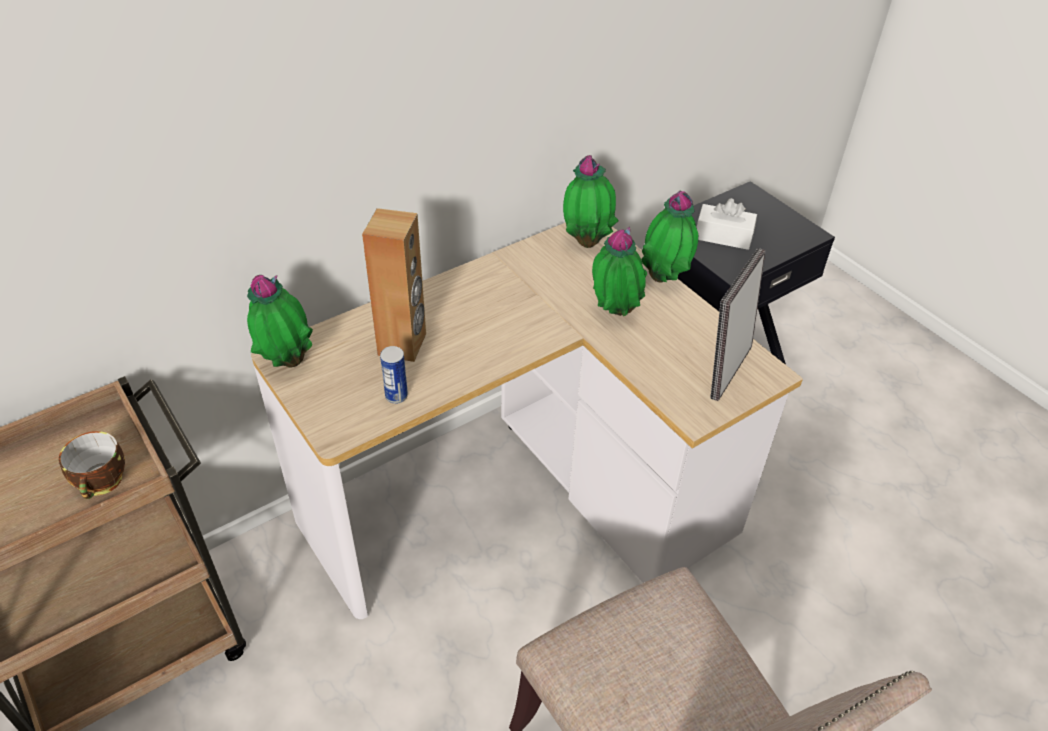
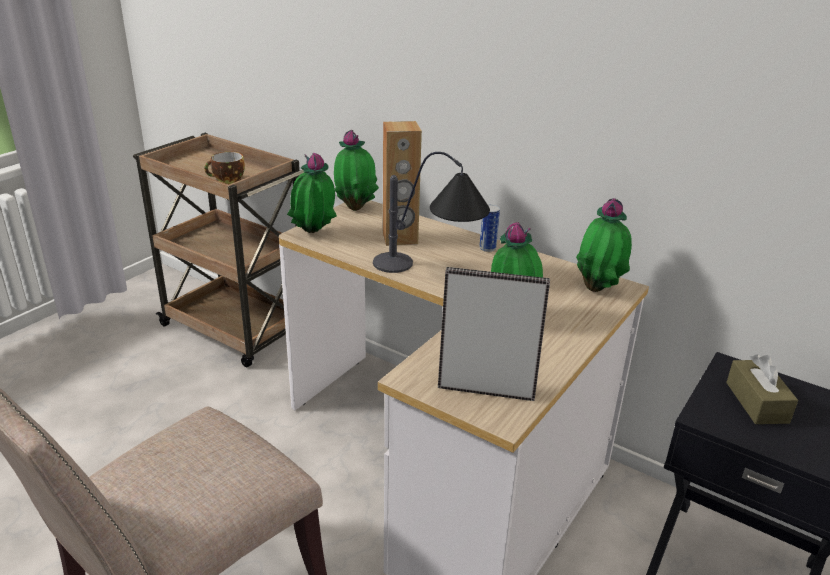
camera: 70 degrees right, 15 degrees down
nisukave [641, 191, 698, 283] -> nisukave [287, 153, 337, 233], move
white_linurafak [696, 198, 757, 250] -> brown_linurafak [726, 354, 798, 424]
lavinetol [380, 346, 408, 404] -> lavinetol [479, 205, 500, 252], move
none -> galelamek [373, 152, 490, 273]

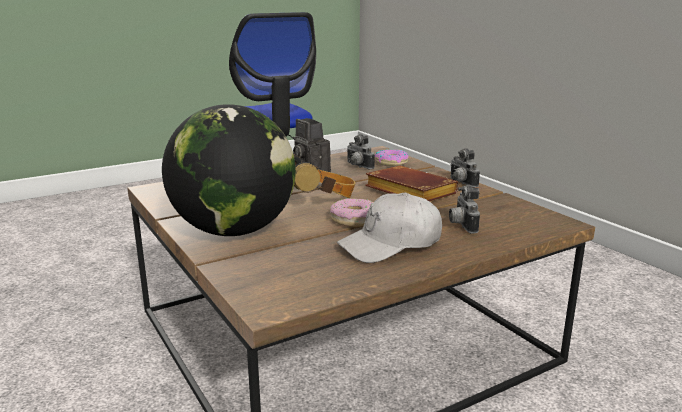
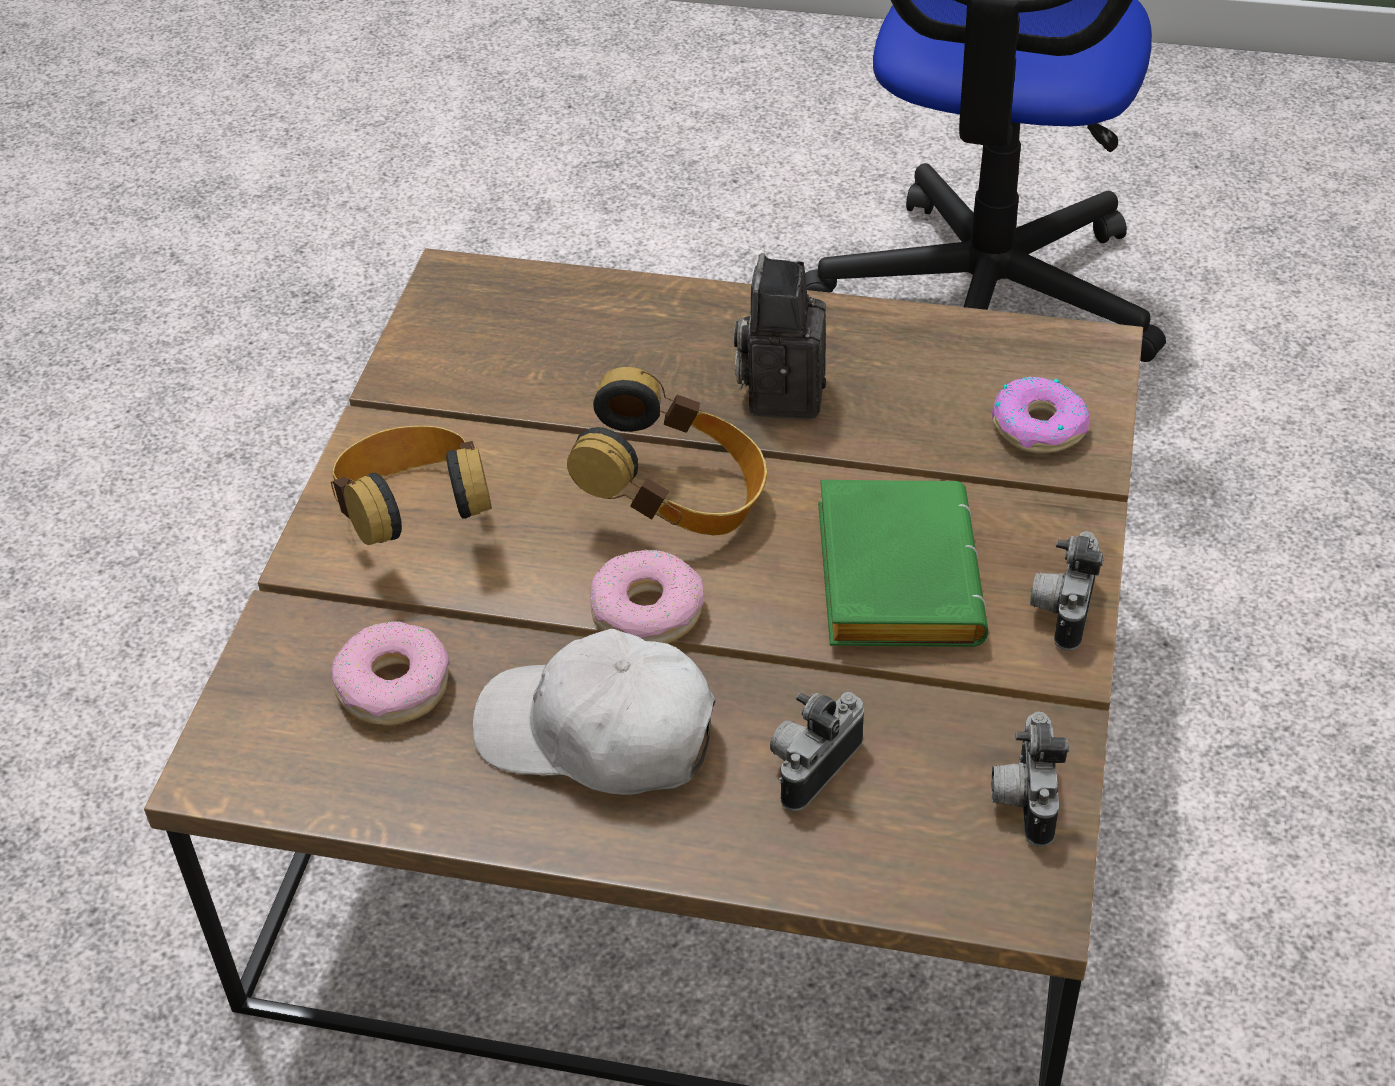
camera: 45 degrees right, 25 degrees up
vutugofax [162, 104, 296, 236] -> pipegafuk [331, 426, 492, 545]
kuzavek [347, 134, 375, 169] -> kuzavek [991, 712, 1069, 847], move
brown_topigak [365, 166, 459, 201] -> green_topigak [818, 480, 988, 647]
none -> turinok [332, 621, 450, 726]

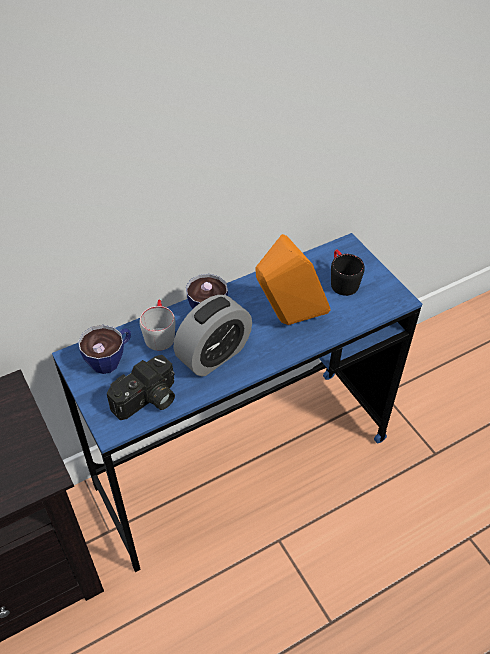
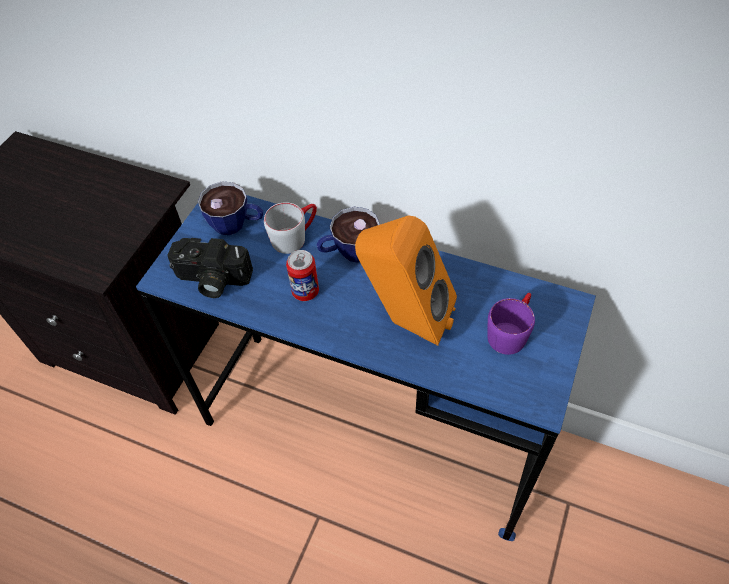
camera: 55 degrees right, 5 degrees up
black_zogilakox [331, 250, 365, 296] -> purple_zogilakox [487, 293, 535, 355]
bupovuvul [173, 295, 252, 376] -> lavinetol [286, 250, 319, 301]

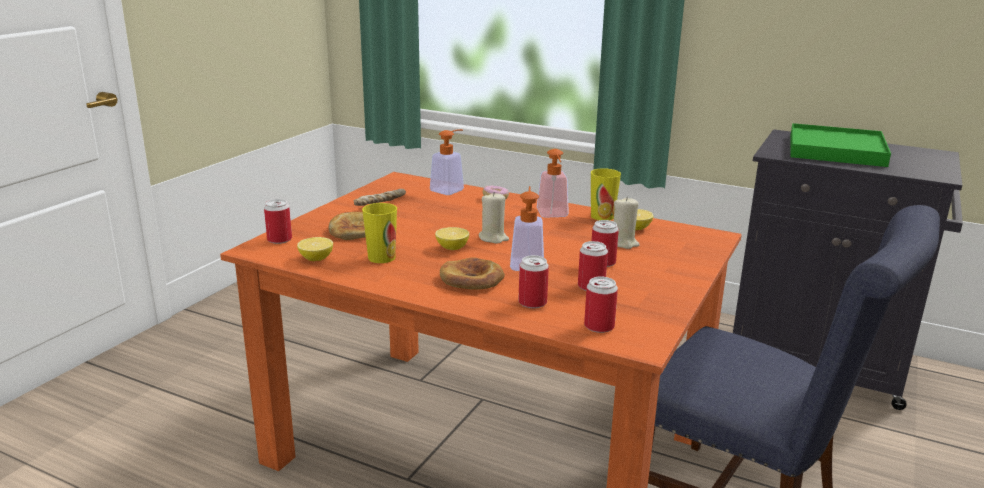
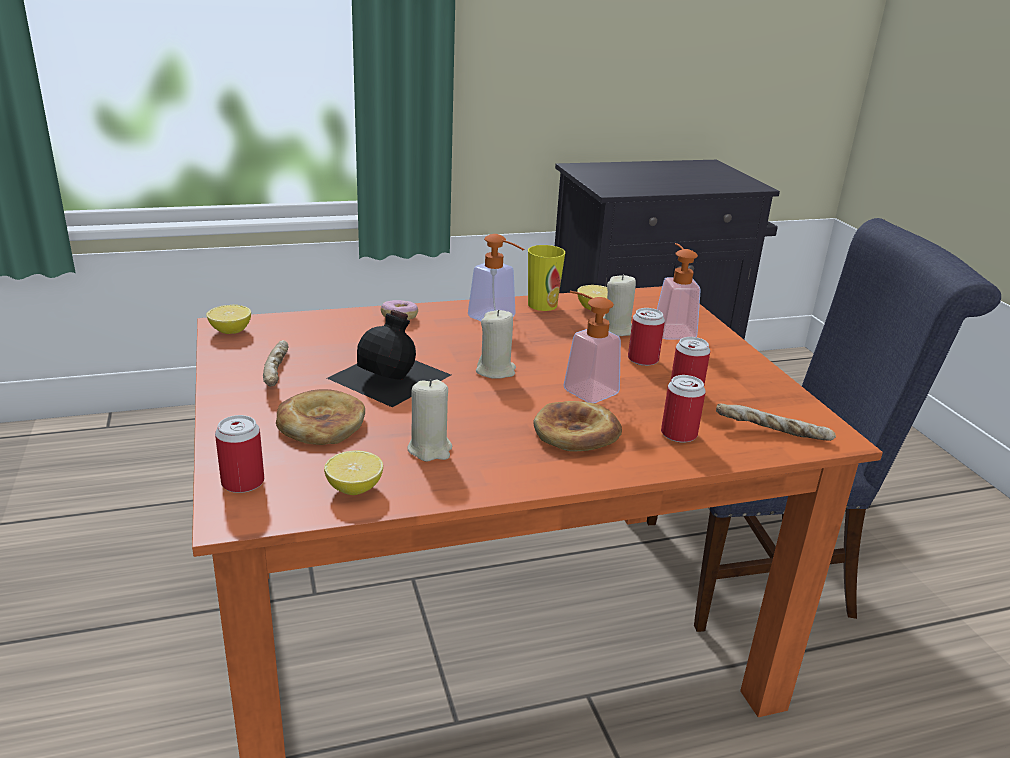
camera: 45 degrees left, 5 degrees up
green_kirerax [790, 123, 891, 167] -> none
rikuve [430, 129, 464, 195] -> rikuve [657, 243, 701, 340], move
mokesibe [362, 203, 397, 263] -> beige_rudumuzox [407, 379, 452, 461]
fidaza [435, 227, 469, 250] -> fidaza [206, 305, 251, 334], move
lavinetol [584, 276, 618, 333] -> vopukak [716, 404, 836, 441]
none -> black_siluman [327, 310, 451, 407]

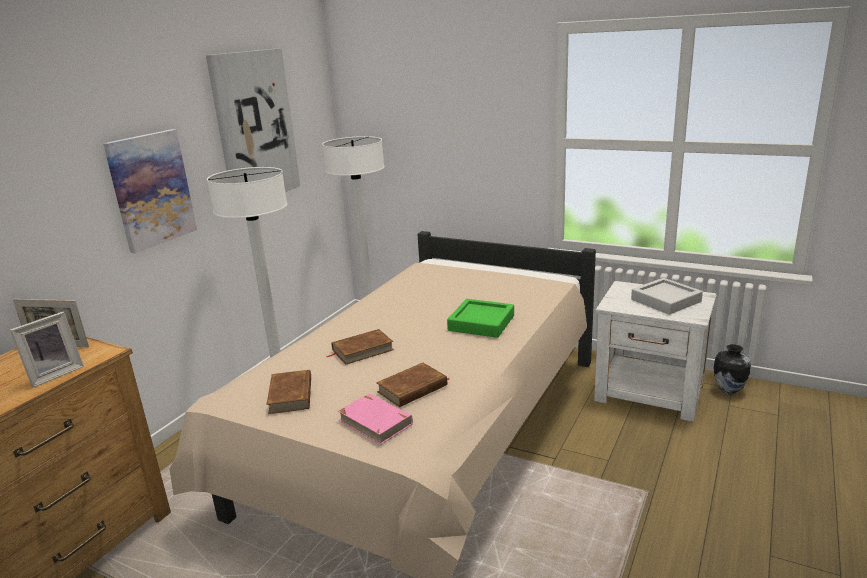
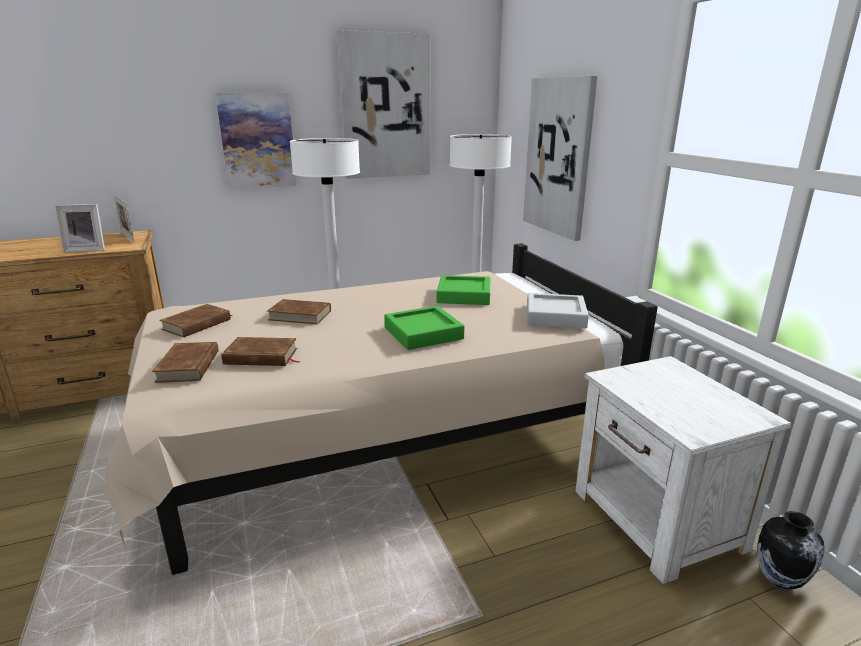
camera: 40 degrees right, 0 degrees up
grey_kirerax [631, 278, 703, 314] -> grey_kirerax [527, 293, 589, 329], move
pink_topigak [338, 393, 413, 445] -> brown_topigak [152, 342, 219, 383]
none -> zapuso [523, 76, 597, 241]
none -> green_kirerax [437, 275, 490, 305]

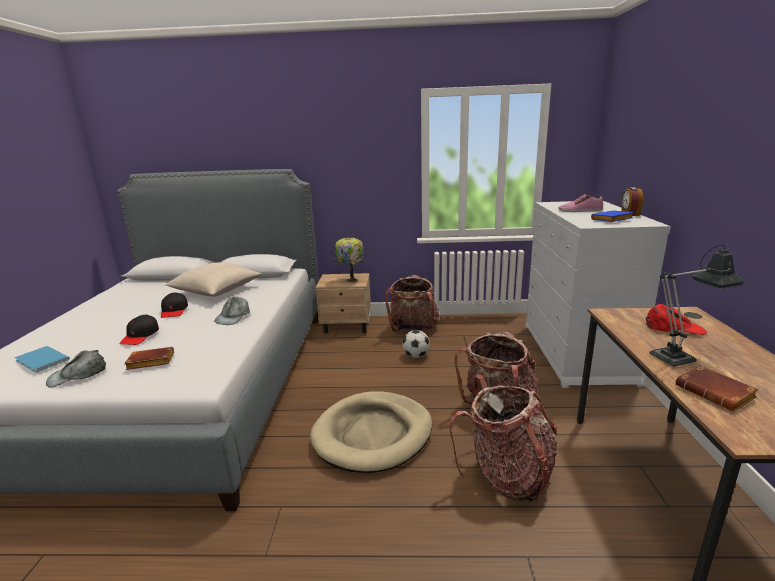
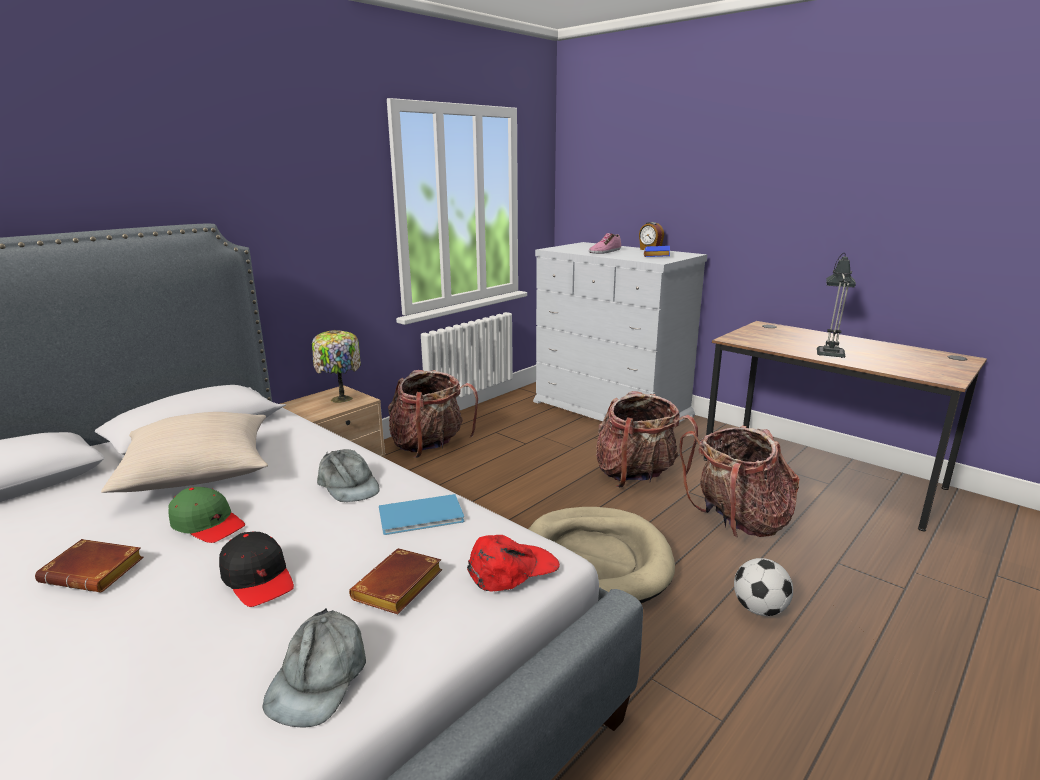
camera: 50 degrees left, 0 degrees up
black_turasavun [161, 292, 188, 318] -> green_turasavun [168, 487, 245, 543]
red_turasavun [646, 304, 707, 335] -> red_turasavun [467, 535, 560, 591], move
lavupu [402, 330, 430, 358] -> lavupu [734, 558, 793, 616], move
blue_topigak [15, 346, 70, 373] -> blue_topigak [379, 494, 464, 535], move
brown_topigak [675, 365, 759, 411] -> brown_topigak [35, 539, 144, 592], move

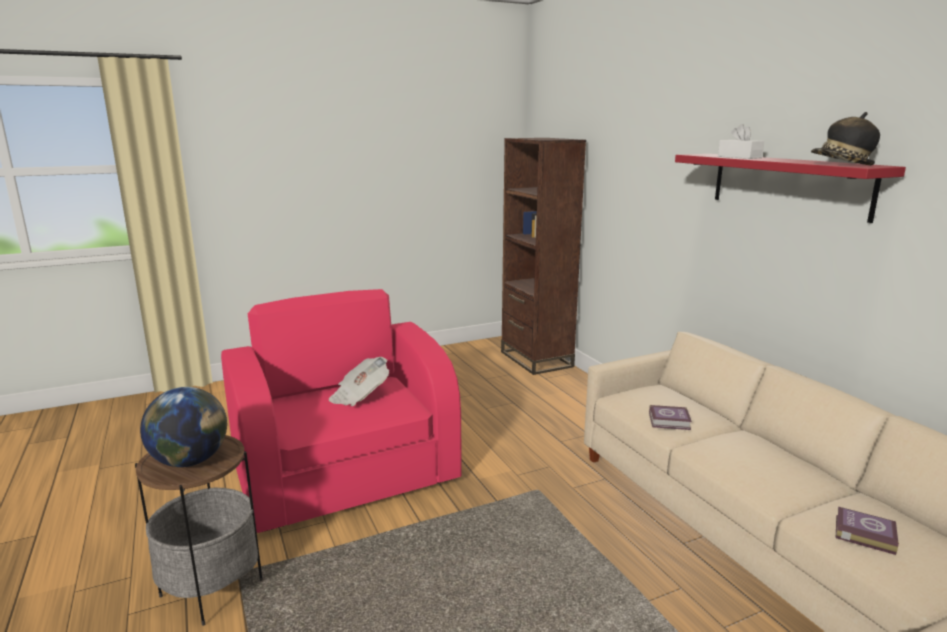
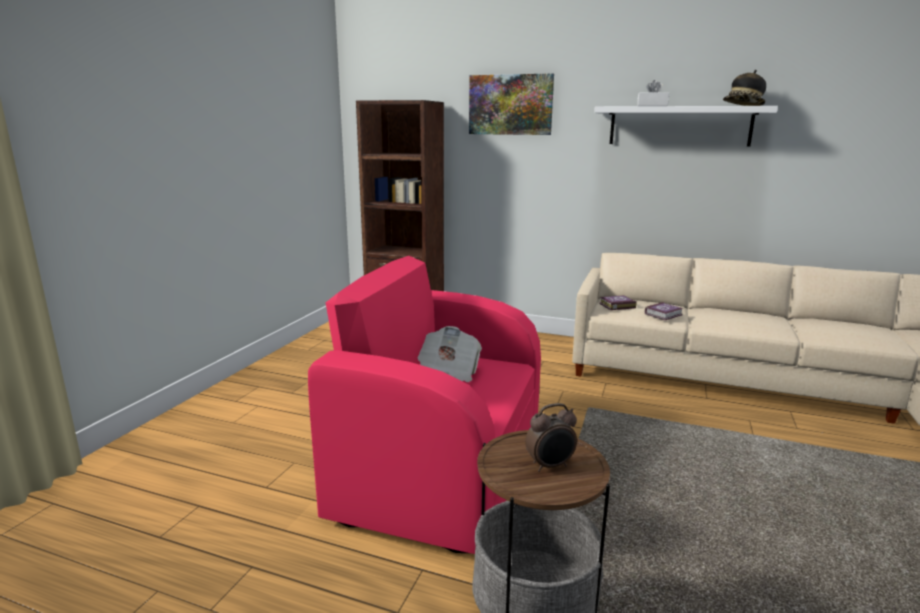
camera: 45 degrees left, 0 degrees up
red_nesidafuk [675, 154, 906, 223] -> white_nesidafuk [594, 106, 778, 147]
vutugofax [140, 387, 227, 467] -> bupovuvul [525, 403, 577, 472]
topigak [836, 507, 899, 555] -> topigak [599, 295, 636, 310], move
none -> zapuso [469, 73, 554, 135]

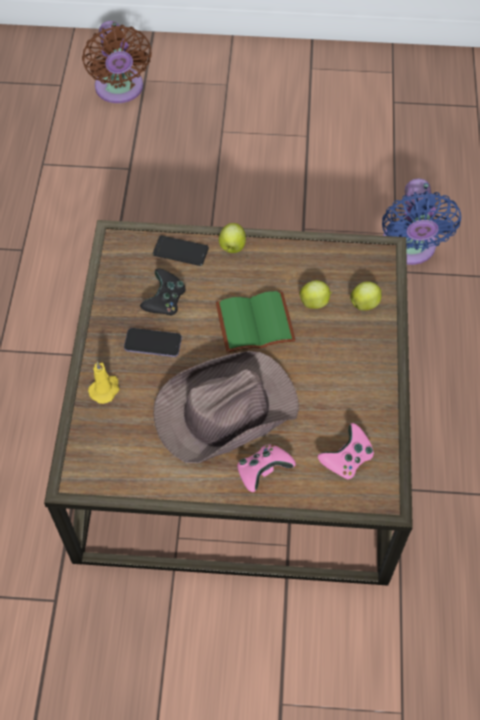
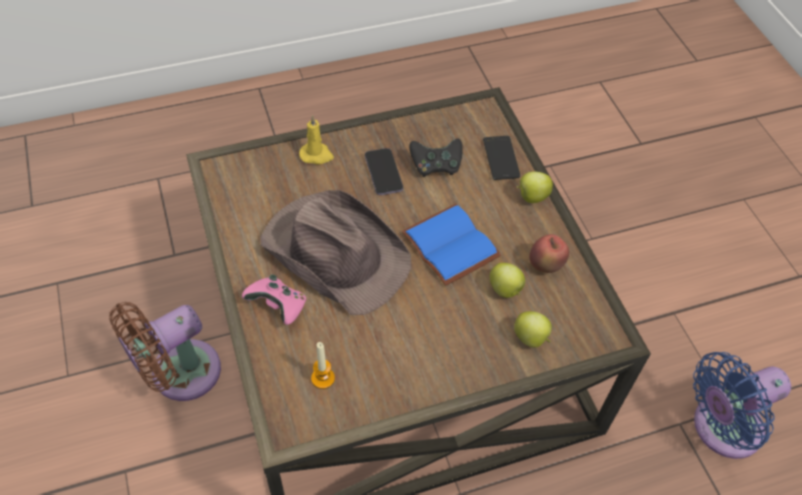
camera: 65 degrees right, 5 degrees down
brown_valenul [82, 21, 152, 103] -> brown_valenul [109, 302, 221, 401], move
green_topigak [216, 291, 296, 353] -> blue_topigak [402, 204, 501, 286]
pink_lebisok [318, 423, 374, 479] -> rudumuzox [311, 342, 335, 389]
none -> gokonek [529, 234, 569, 273]

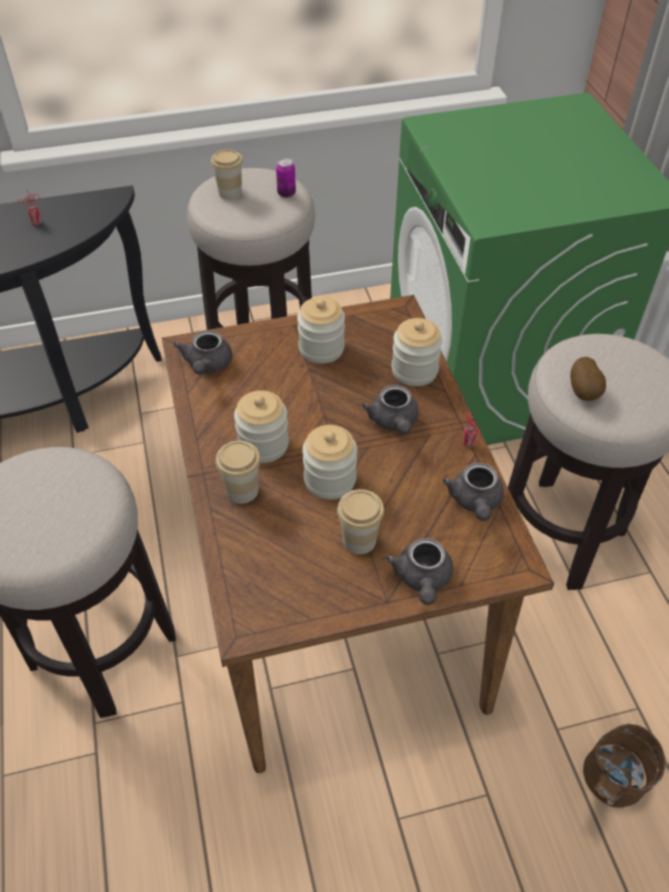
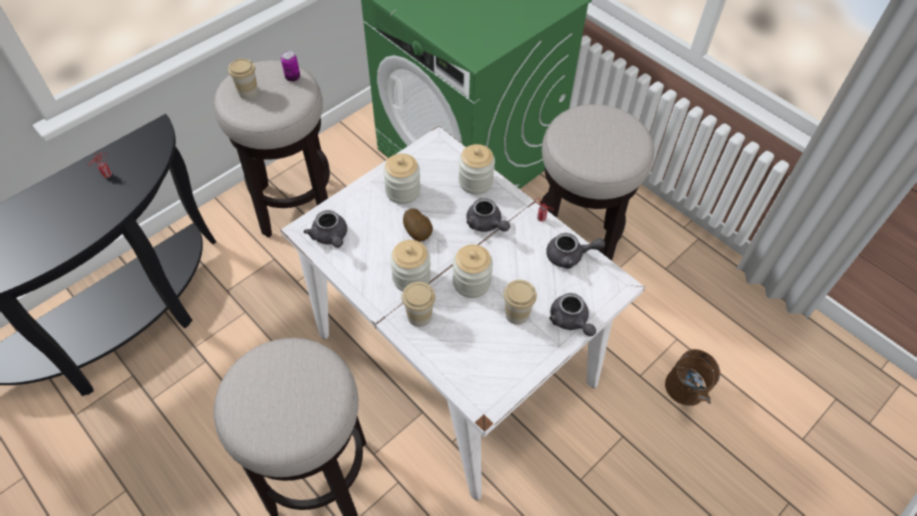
camera: 30 degrees left, 5 degrees up
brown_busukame [162, 295, 554, 773] -> white_busukame [280, 126, 645, 500]
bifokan [570, 357, 606, 401] -> bifokan [403, 209, 433, 242], move
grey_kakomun [442, 463, 504, 521] -> grey_kakomun [546, 233, 605, 269], 60 degrees counterclockwise

